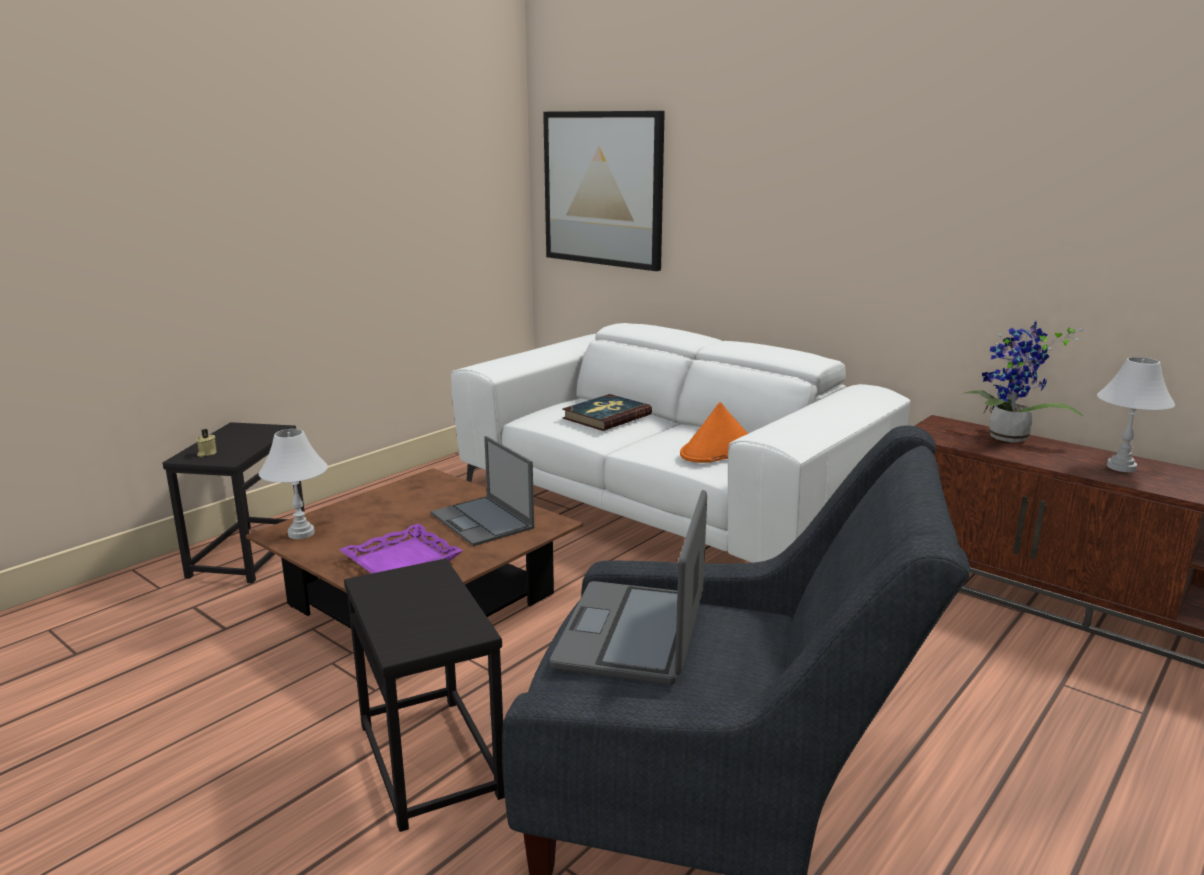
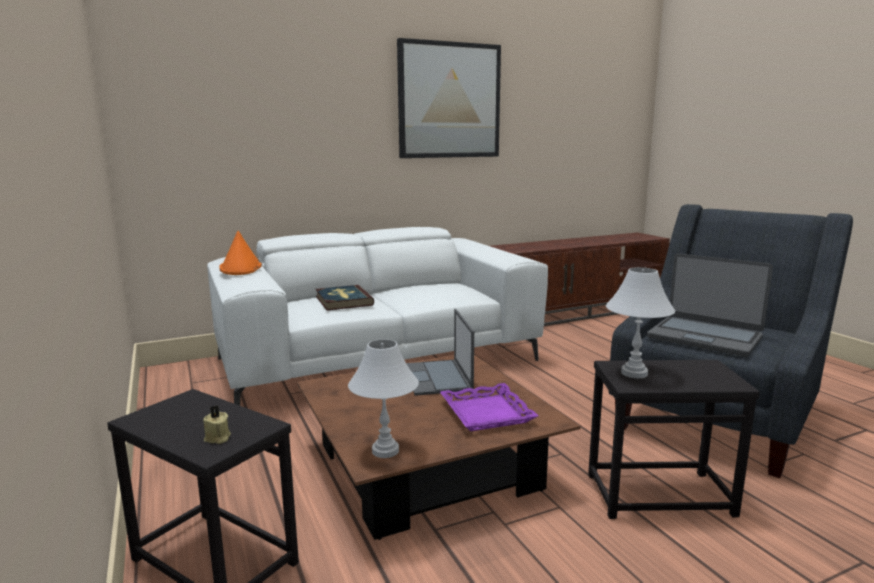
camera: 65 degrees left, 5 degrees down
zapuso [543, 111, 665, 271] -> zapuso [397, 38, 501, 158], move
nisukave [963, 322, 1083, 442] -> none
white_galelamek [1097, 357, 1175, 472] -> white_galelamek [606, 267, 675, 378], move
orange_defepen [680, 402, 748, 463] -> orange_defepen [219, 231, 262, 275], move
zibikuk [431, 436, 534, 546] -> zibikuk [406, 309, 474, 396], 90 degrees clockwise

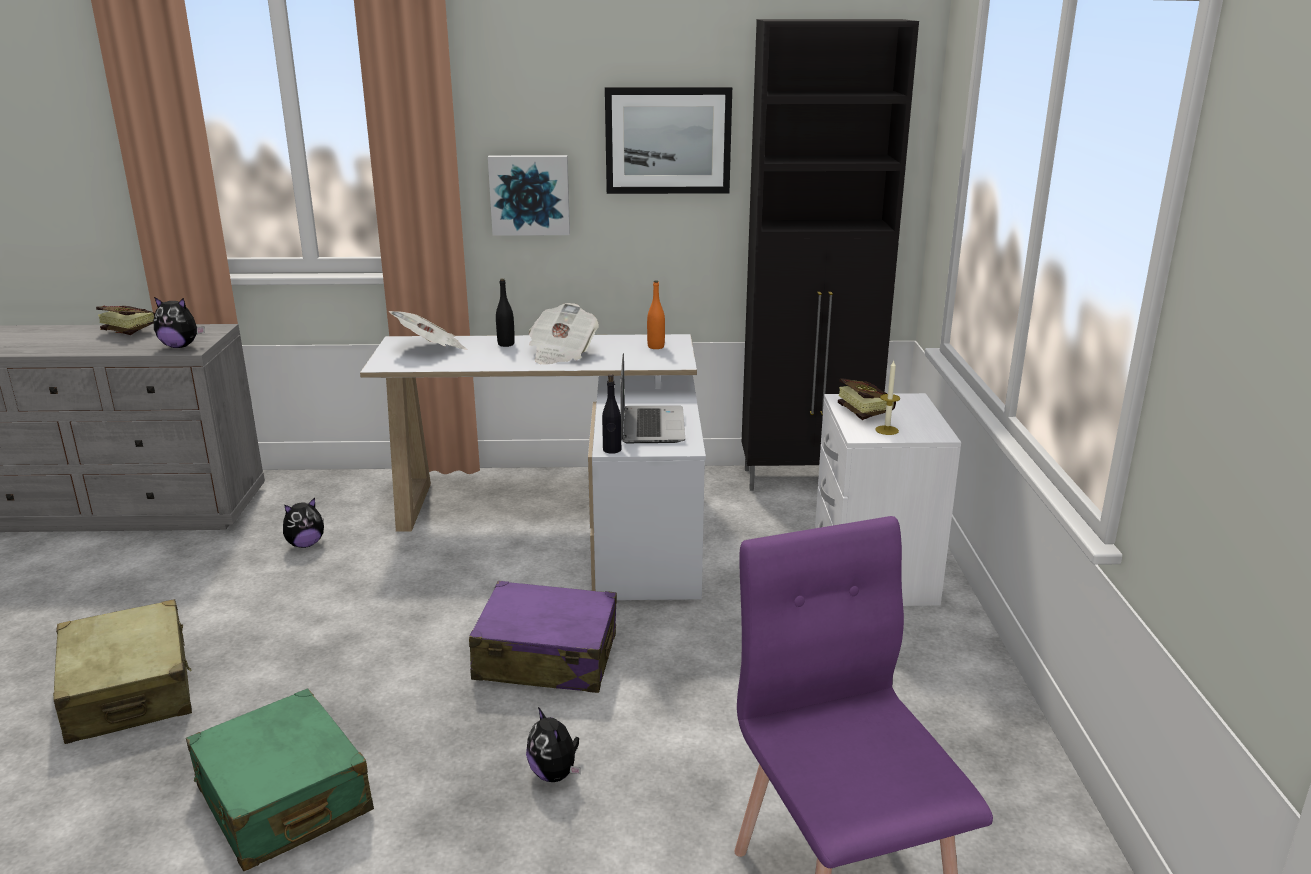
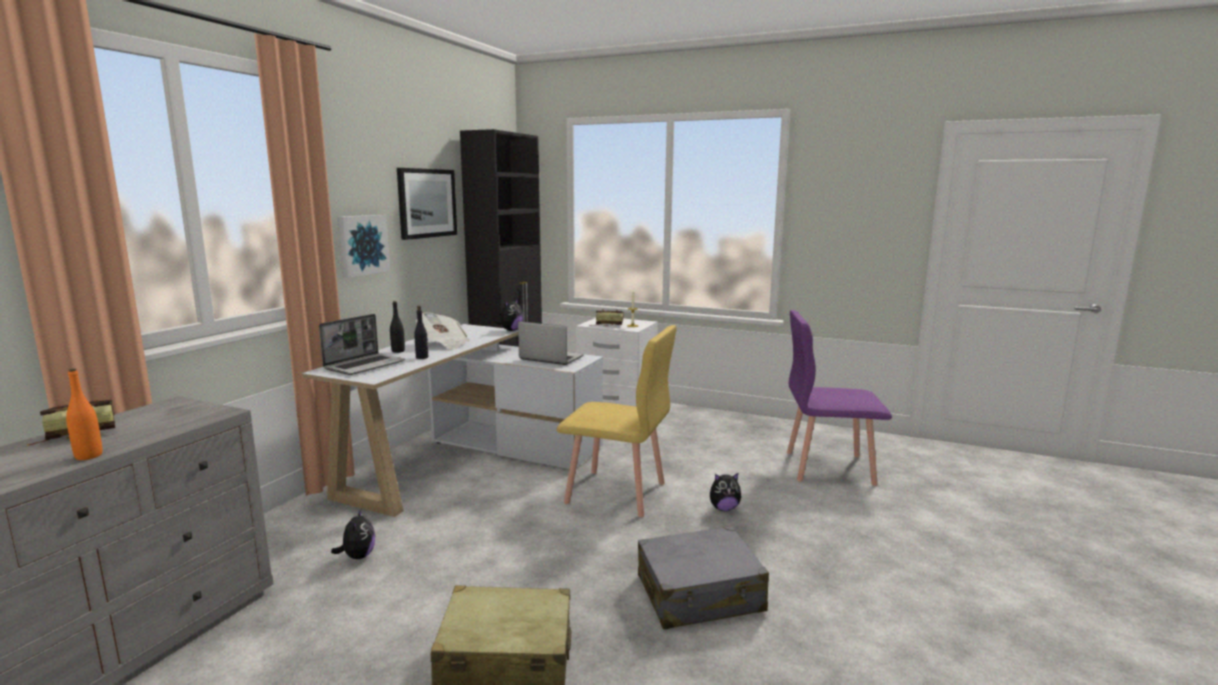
camera: 65 degrees left, 10 degrees down
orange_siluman [647, 280, 665, 349] -> orange_siluman [66, 368, 102, 460], move
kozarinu [154, 297, 205, 348] -> kozarinu [495, 298, 523, 331], move
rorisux [389, 311, 467, 350] -> zibikuk [319, 314, 405, 375]
black_siluman [602, 374, 621, 454] -> black_siluman [414, 306, 428, 359], move
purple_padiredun [469, 581, 617, 693] -> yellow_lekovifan [556, 325, 677, 517]
green_padiredun [186, 688, 374, 871] -> grey_padiredun [638, 526, 769, 629]

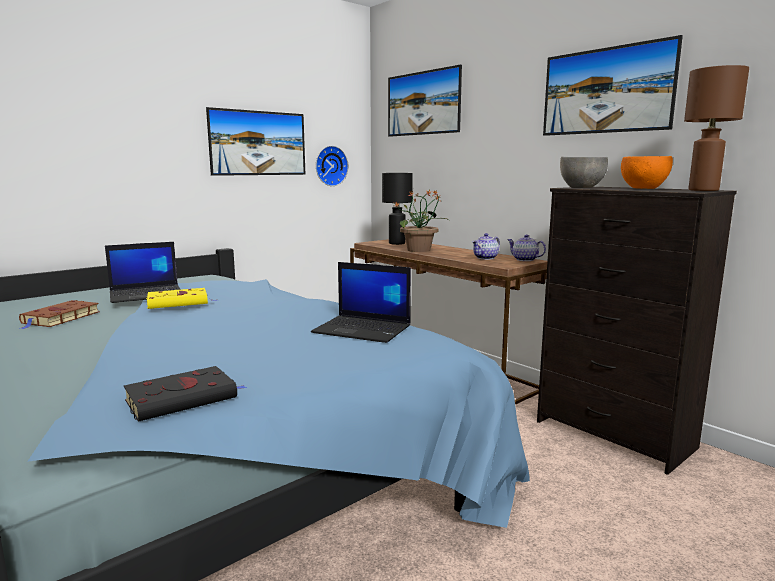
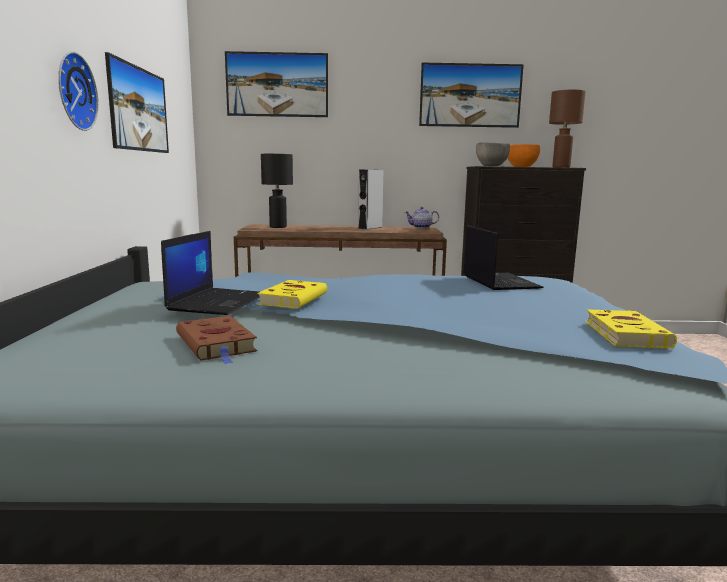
camera: 50 degrees left, 0 degrees up
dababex [316, 146, 348, 186] -> dababex [58, 51, 99, 131], move
nisukave [394, 190, 449, 252] -> none
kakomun [472, 233, 500, 260] -> none
zibikuk [311, 262, 411, 343] -> zibikuk [463, 225, 544, 290], 75 degrees counterclockwise
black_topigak [124, 366, 247, 422] -> yellow_topigak [585, 309, 677, 349]
none -> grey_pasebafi [358, 170, 383, 230]

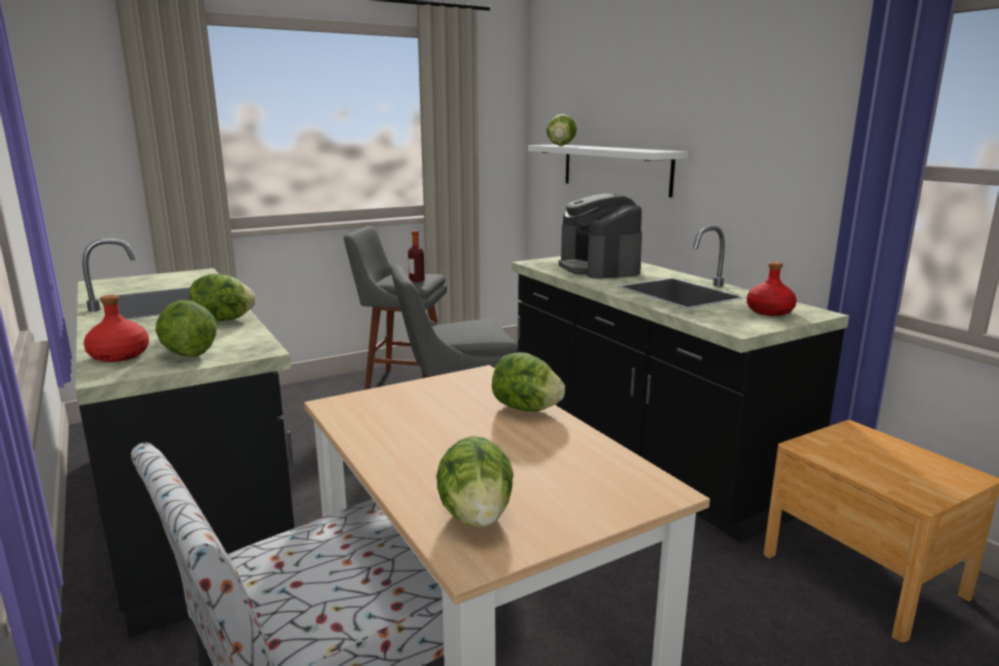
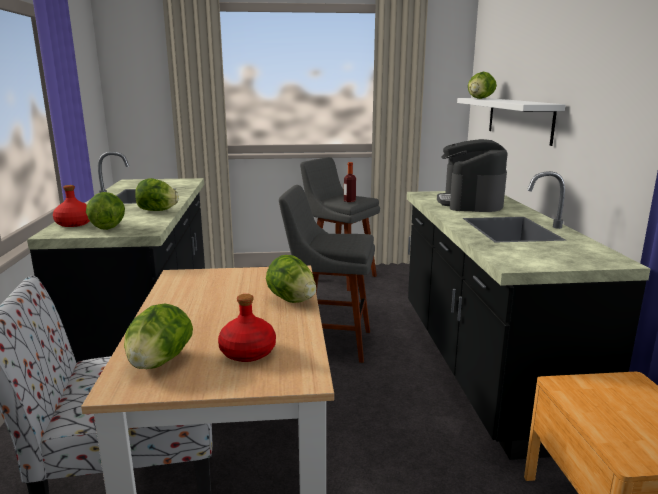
camera: 25 degrees right, 0 degrees up
red_siluman [747, 262, 797, 316] -> red_siluman [218, 294, 276, 362], move

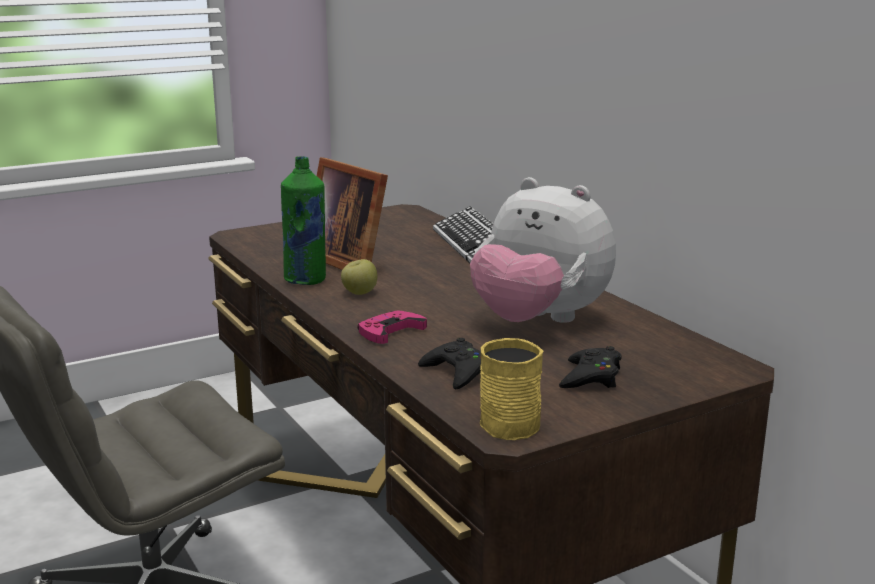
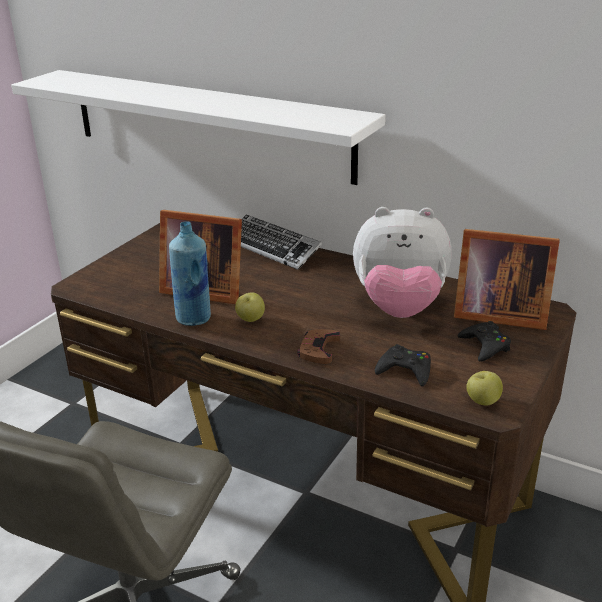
camera: 30 degrees left, 10 degrees up
green_siluman [281, 156, 326, 285] -> blue_siluman [169, 221, 211, 326]
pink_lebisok [357, 310, 427, 344] -> brown_lebisok [297, 329, 340, 364]
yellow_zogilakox [480, 338, 544, 440] -> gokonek [466, 371, 503, 406]
none -> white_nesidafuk [11, 70, 386, 185]
none -> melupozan [454, 229, 560, 330]

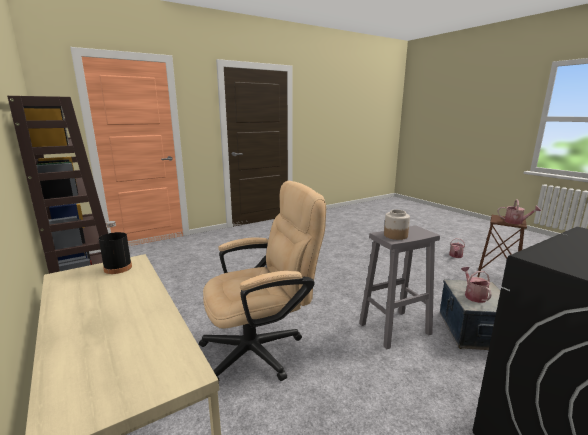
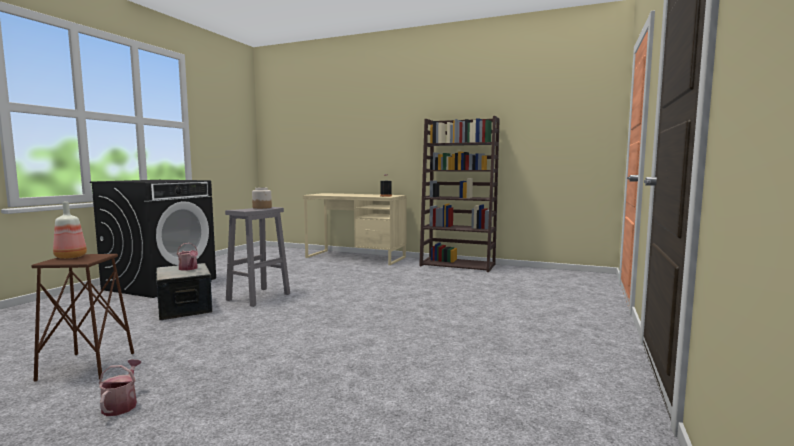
camera: 145 degrees right, 10 degrees down
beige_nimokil [199, 181, 326, 381] -> none
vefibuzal [497, 199, 541, 224] -> siluman [53, 202, 87, 259]

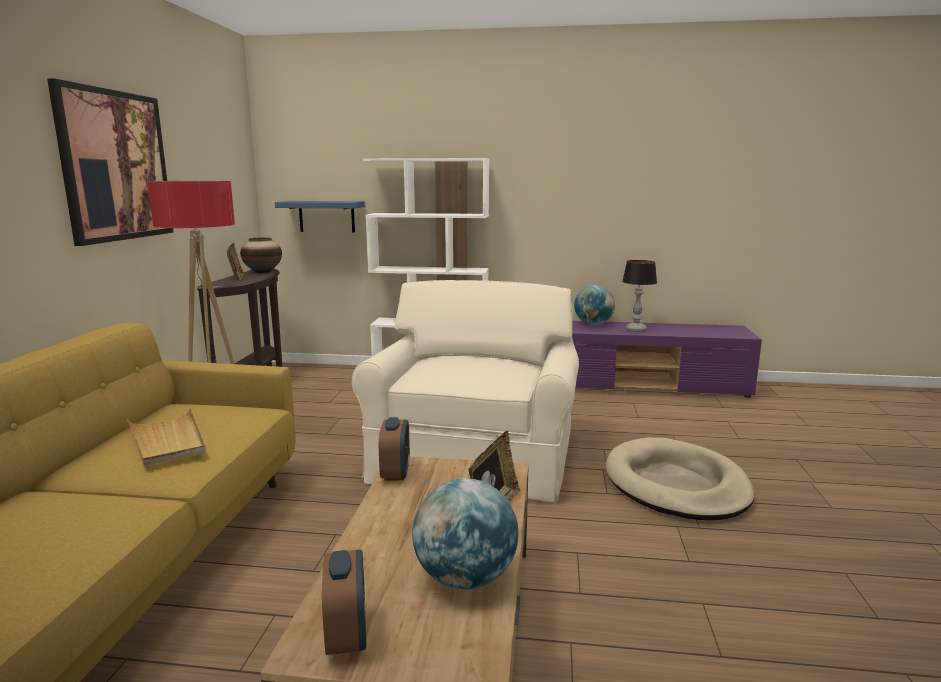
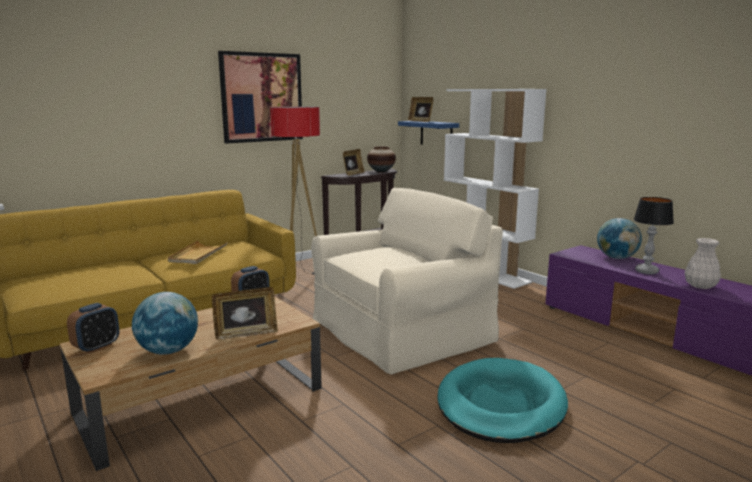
camera: 45 degrees right, 0 degrees up
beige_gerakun [606, 437, 755, 520] -> turquoise_gerakun [437, 358, 568, 443]
none -> melupozan [408, 97, 434, 122]
none -> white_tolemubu [685, 238, 721, 289]

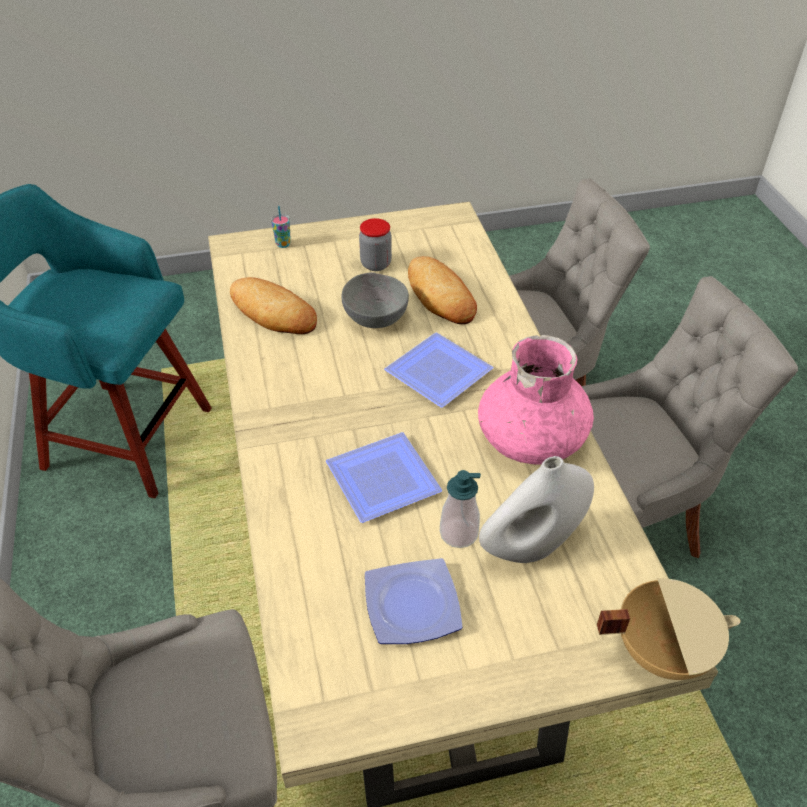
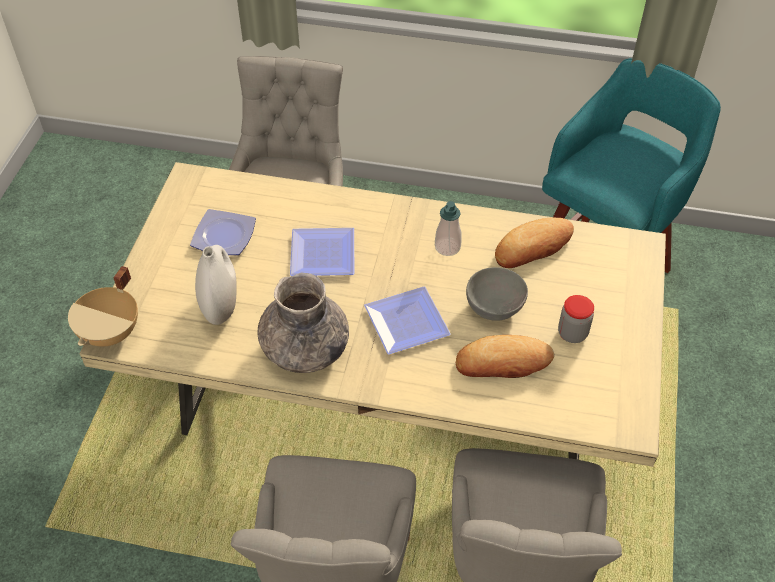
camera: 115 degrees right, 5 degrees up
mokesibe [271, 206, 291, 248] -> none
pink_tolemubu [478, 335, 594, 464] -> grey_tolemubu [257, 272, 349, 373]
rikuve [440, 470, 481, 548] -> rikuve [435, 201, 462, 256], move

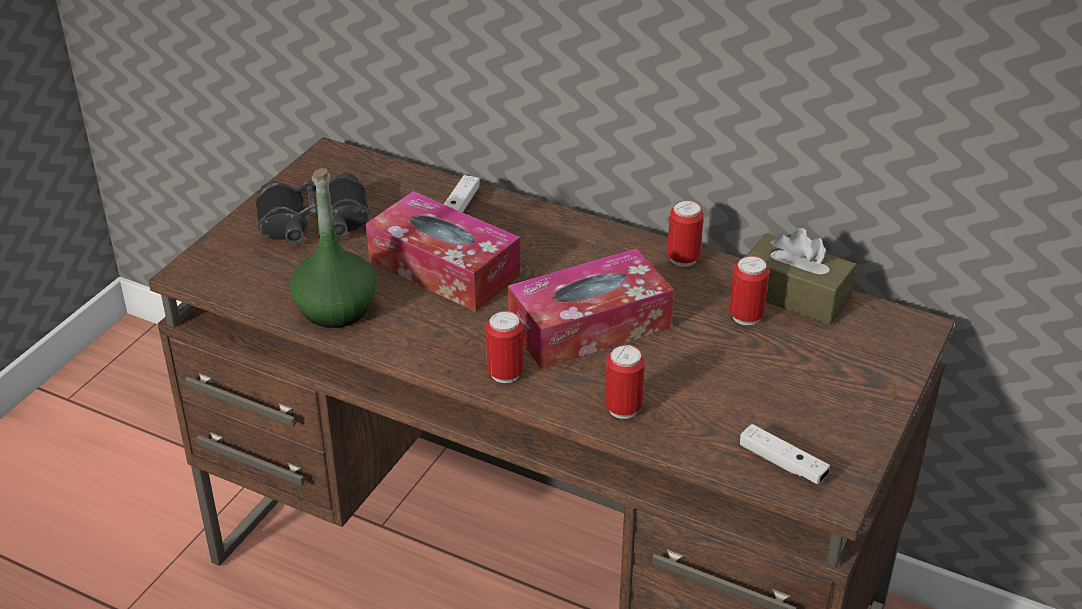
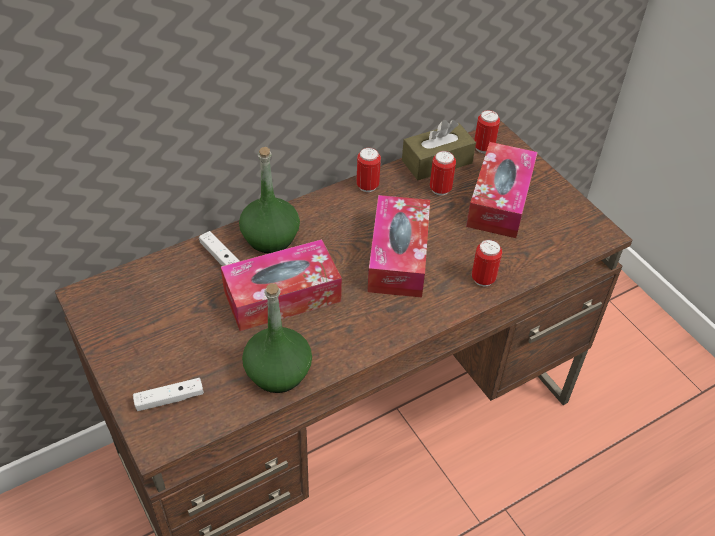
camera: 60 degrees left, 10 degrees up
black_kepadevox [255, 173, 371, 244] -> none
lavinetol [486, 311, 524, 383] -> lavinetol [474, 110, 500, 154], move
white_lebisok [740, 424, 830, 484] -> white_lebisok [133, 378, 204, 411], move
none -> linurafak [466, 142, 538, 238]
none -> green_siluman [239, 147, 300, 253]

